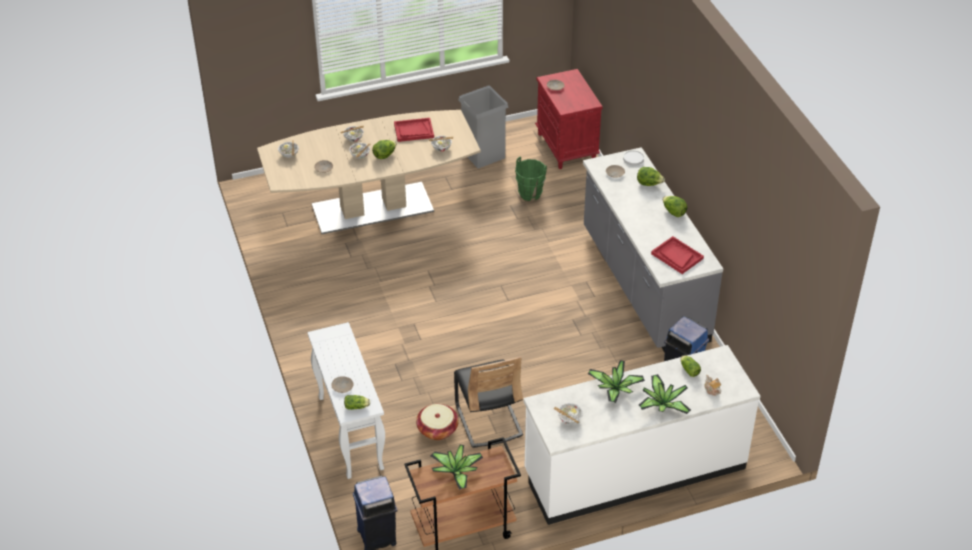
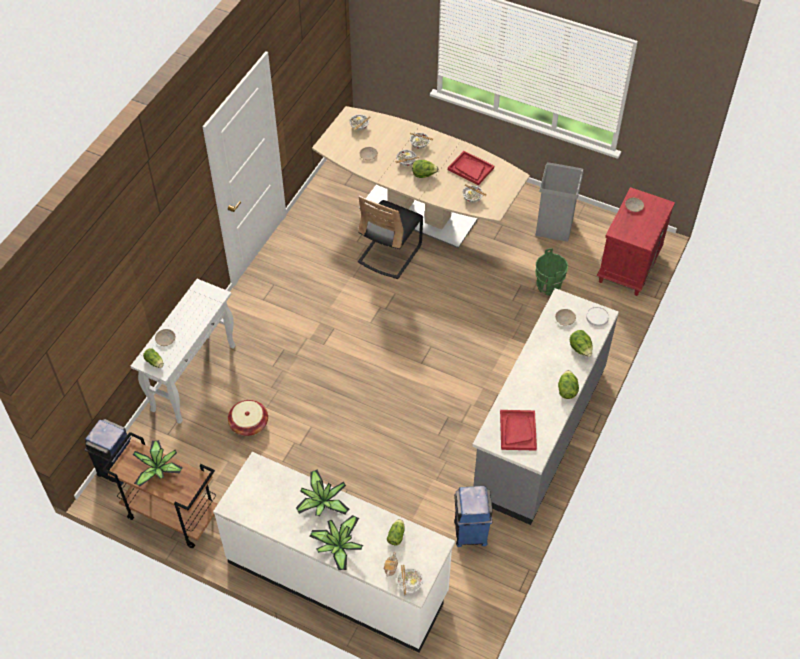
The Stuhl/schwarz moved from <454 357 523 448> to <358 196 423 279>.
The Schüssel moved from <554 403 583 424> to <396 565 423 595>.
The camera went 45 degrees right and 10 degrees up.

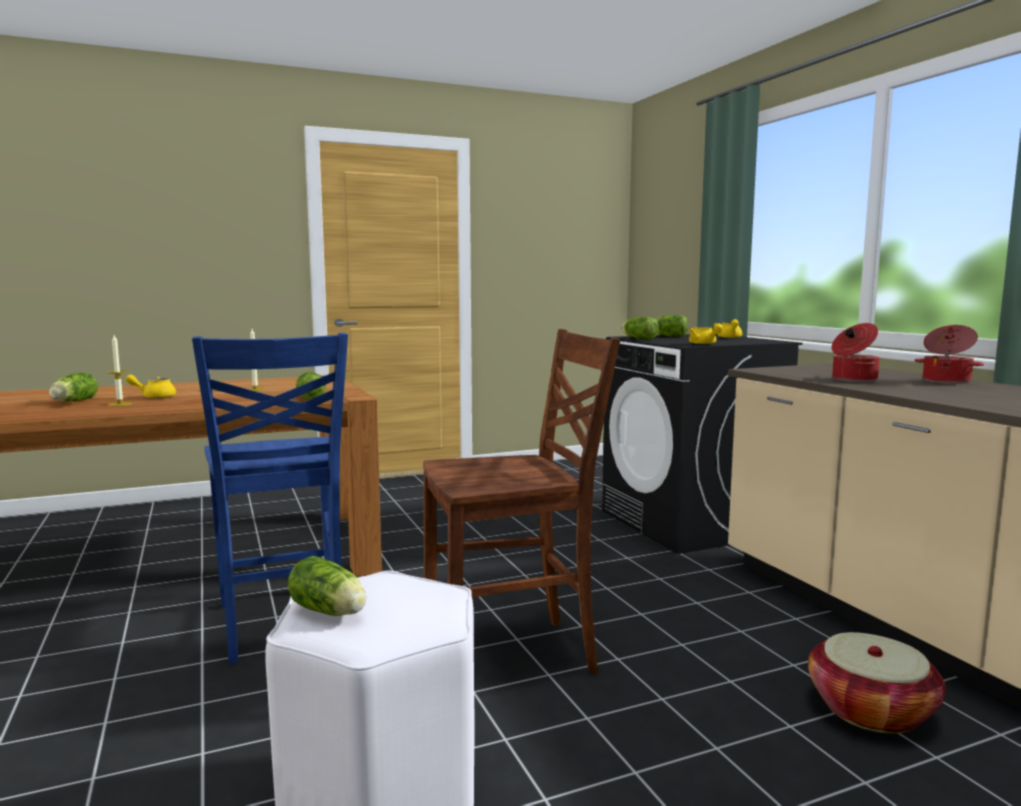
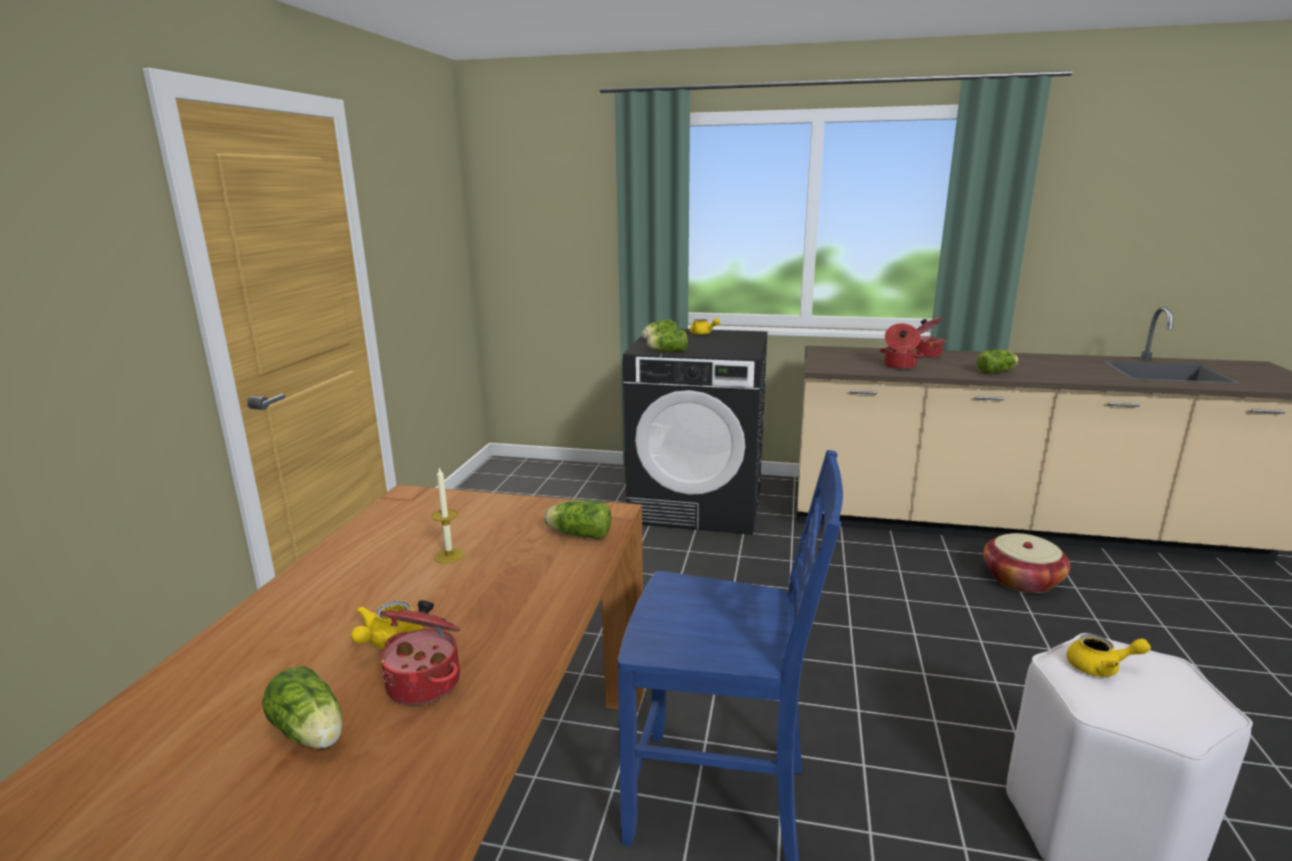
The Kerze at <107 335 132 406> was replaced by the Kochtopf at <380 600 460 706>.
The Salatkopf moved from <288 556 366 616> to <976 350 1019 374>.
The Stuhl/braun at <423 329 620 674> disappeared.
The Teekanne/gelb moved from <689 323 723 344> to <1067 634 1151 677>.
The camera went 55 degrees left and 10 degrees up.

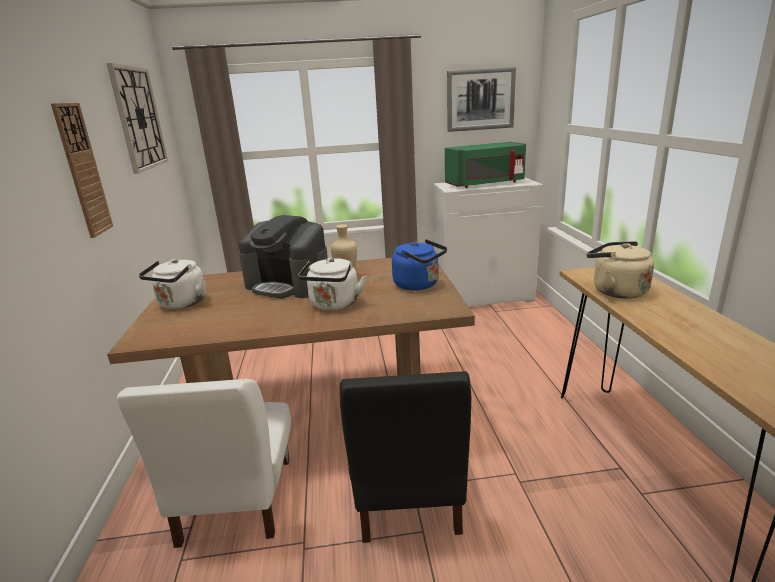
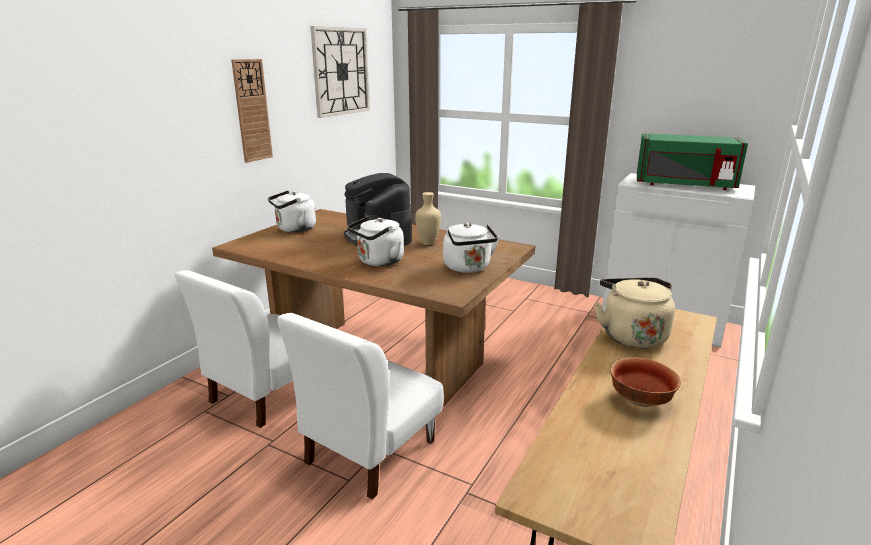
The Stuhl/schwarz at <340 371 471 543> became the Stuhl/weiß at <277 313 444 500>.
The Wasserkessel/blau at <392 239 447 290> became the Wasserkessel/weiß at <443 223 499 273>.
The Bild at <447 67 516 132> disappeared.
The Schüssel at <610 357 681 407> appeared.
The camera went 35 degrees right and 0 degrees up.

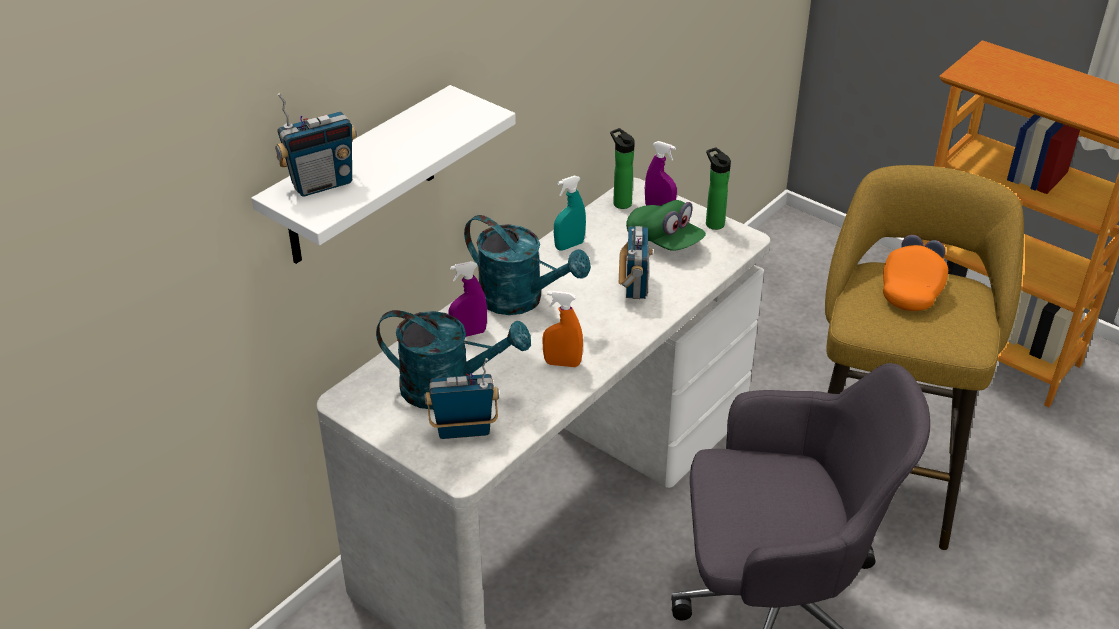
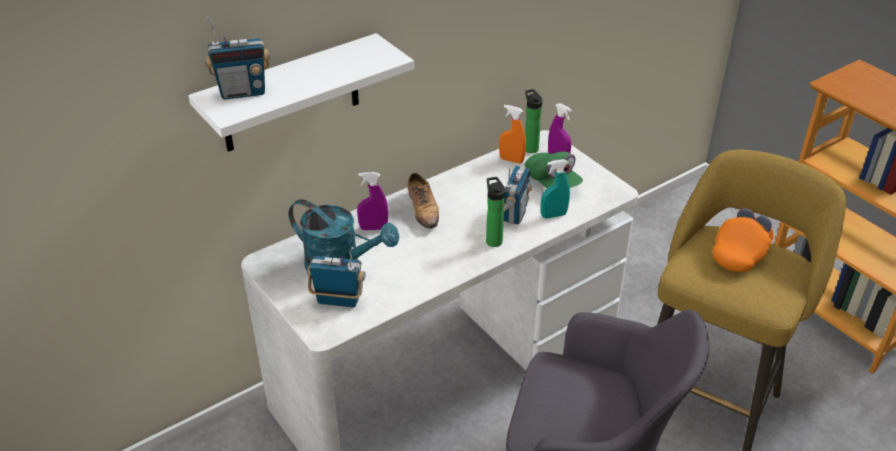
The Gießkanne/türkis at <464 215 591 315> was replaced by the Schuh at <407 173 439 229>.
The Sprühflasche/orange moved from <542 291 583 367> to <499 105 526 164>.
The Sprühflasche/türkis moved from <554 175 586 250> to <541 159 570 219>.
The Flasche moved from <706 148 731 230> to <486 177 505 247>.
The camera went 15 degrees right and 0 degrees up.

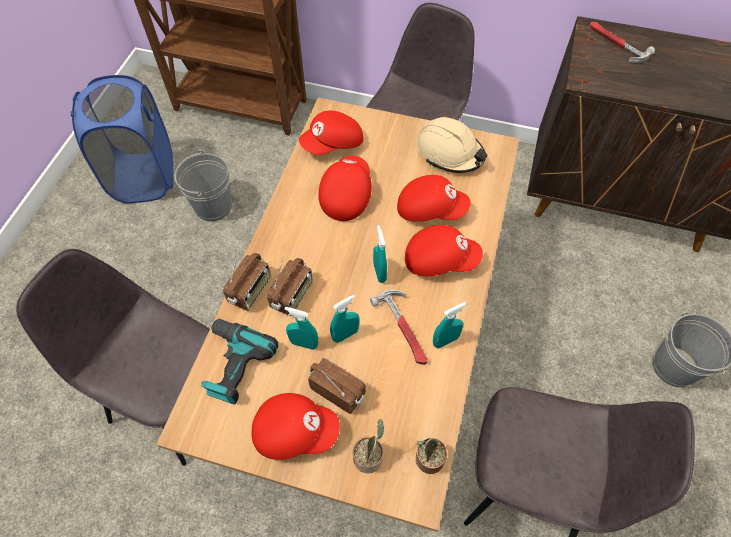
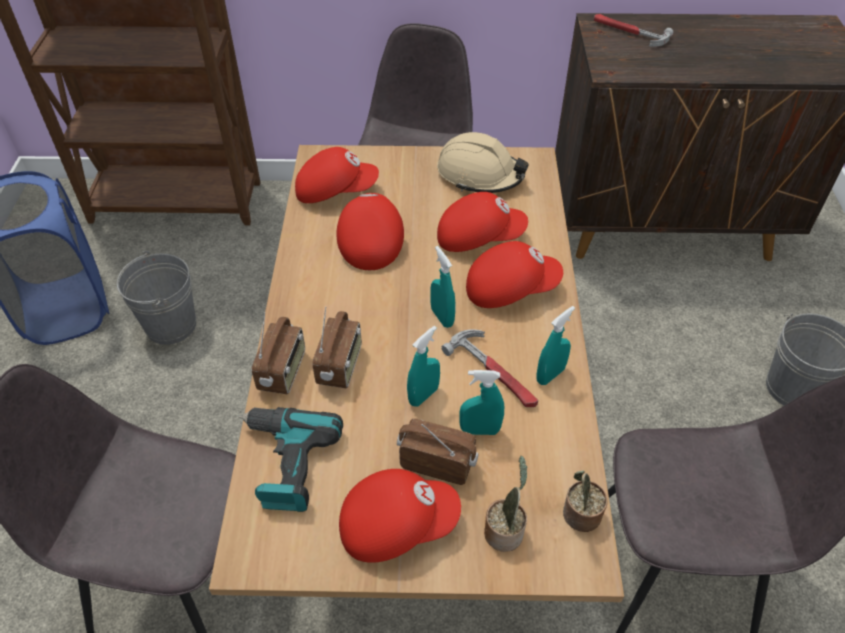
The Sprühflasche/türkis moved from <285 307 318 350> to <459 370 504 435>.
The Kappe/rot at <299 110 363 155> turned 135 degrees counterclockwise.
The camera went 15 degrees left and 10 degrees down.

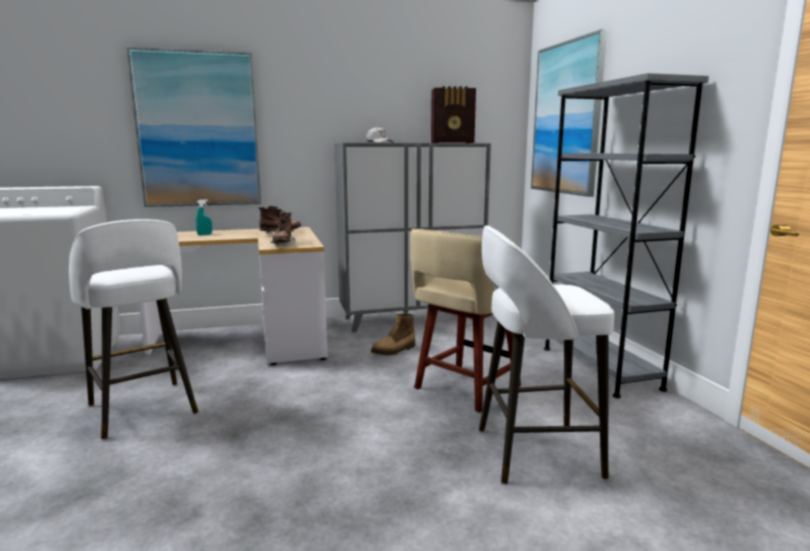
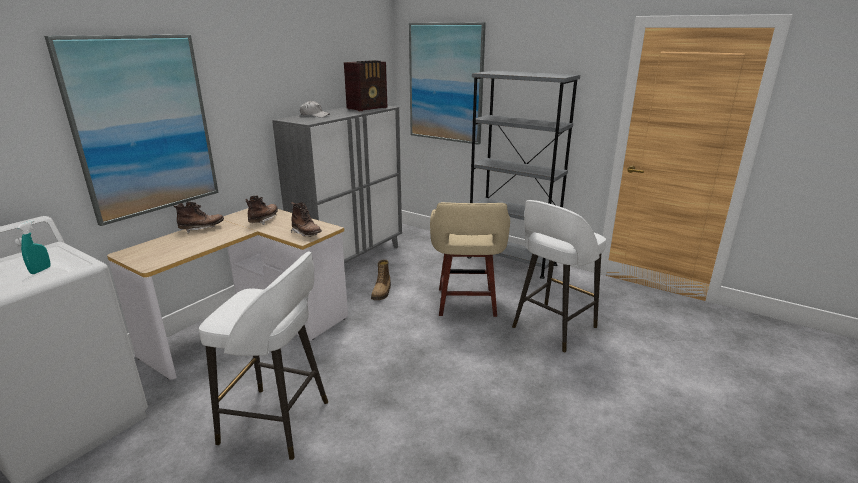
The Sprühflasche/türkis moved from <196 199 212 236> to <17 220 51 274>.
The Stiefel/braun at <173 202 224 234> appeared.
The camera went 40 degrees left and 10 degrees up.

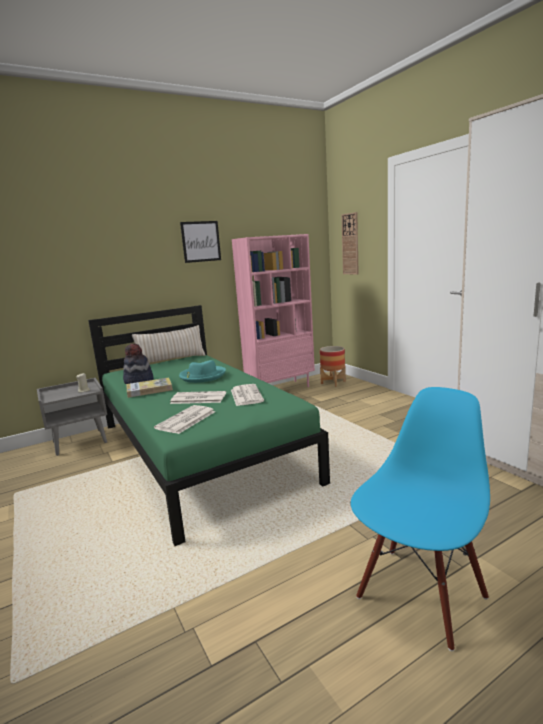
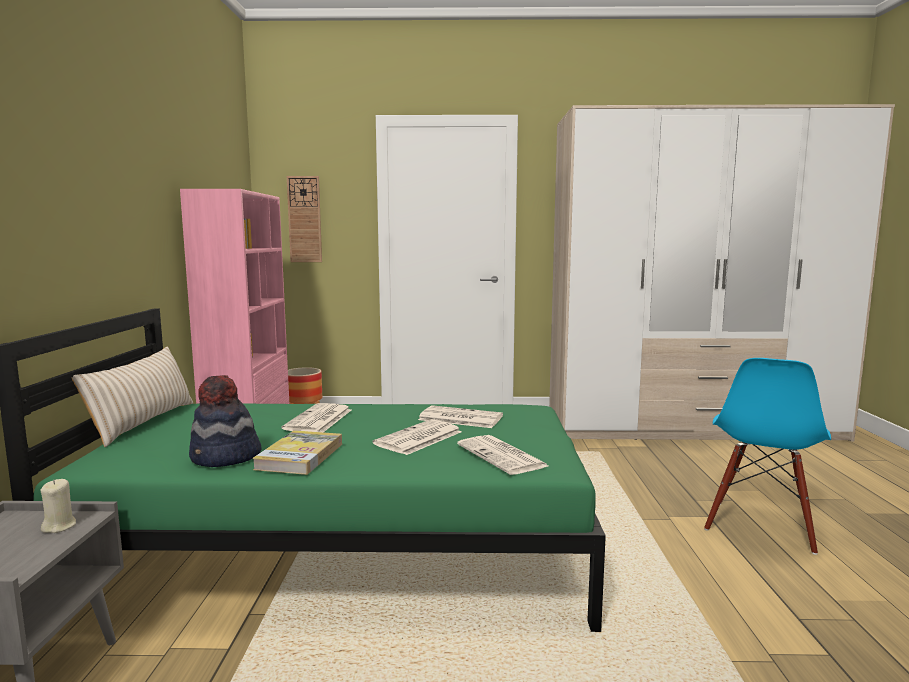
The Hut/türkis at <179 360 226 383> was replaced by the Zeitung at <282 403 351 432>.
The Bild at <180 221 221 263> disappeared.
The Stuhl/blau at <351 387 490 651> turned 135 degrees counterclockwise.
The camera went 60 degrees left and 5 degrees down.

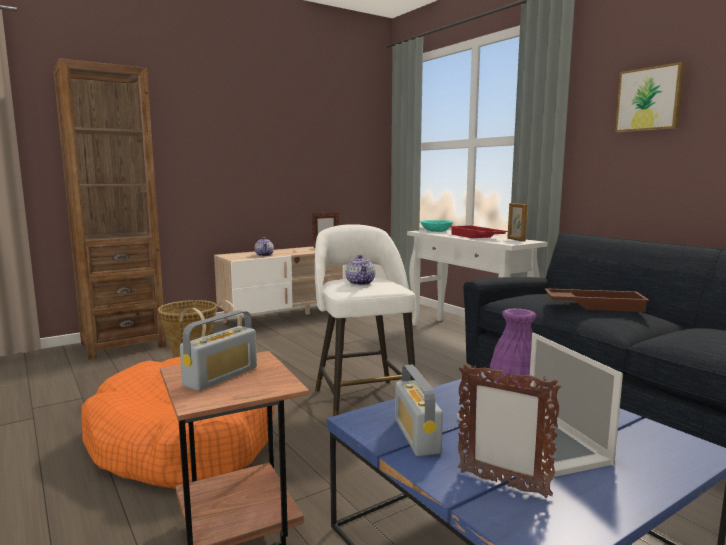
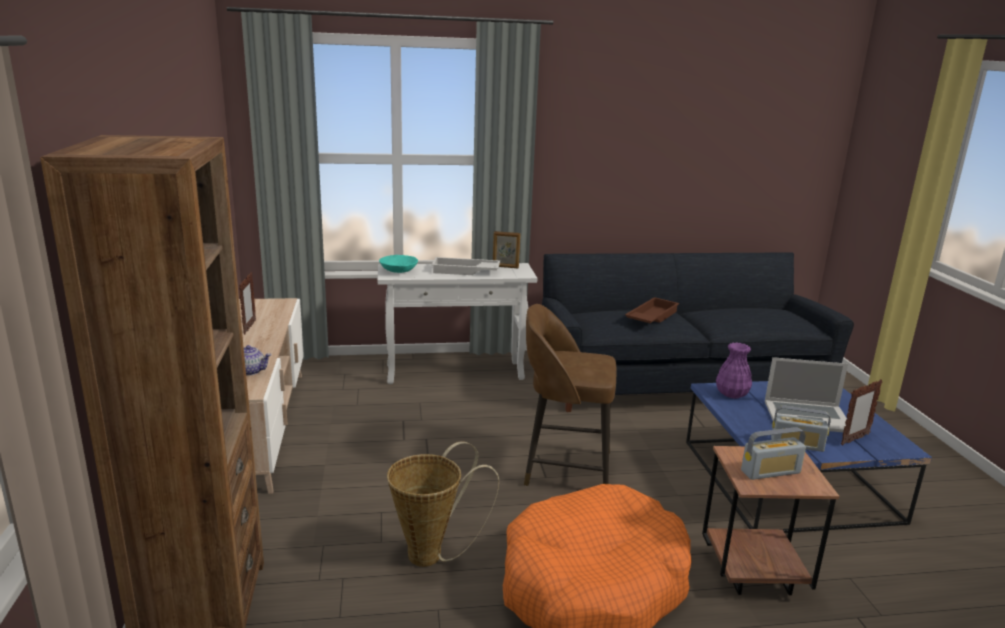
The Radio at <180 310 257 391> turned 105 degrees clockwise.
The Hocker/weiß at <315 224 415 416> became the Hocker/braun at <524 304 616 486>.
The Teekanne at <346 255 375 285> disappeared.
The Tablett/rot at <450 225 508 238> became the Tablett/weiß at <432 257 500 275>.
The Bild at <615 62 685 132> disappeared.
The camera went 65 degrees left and 10 degrees up.

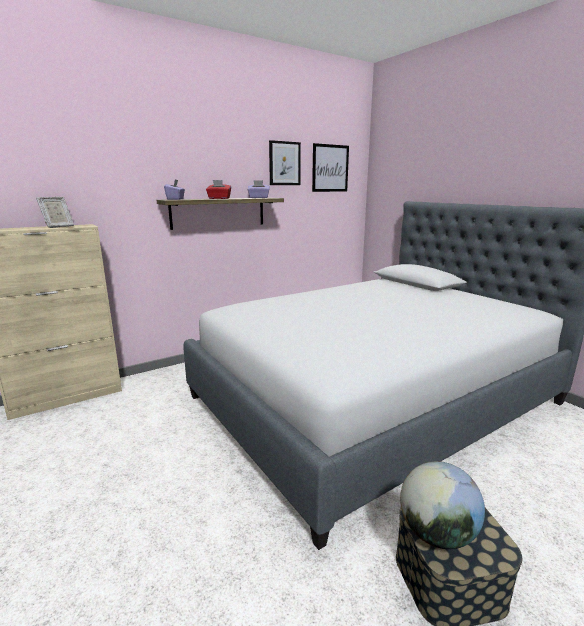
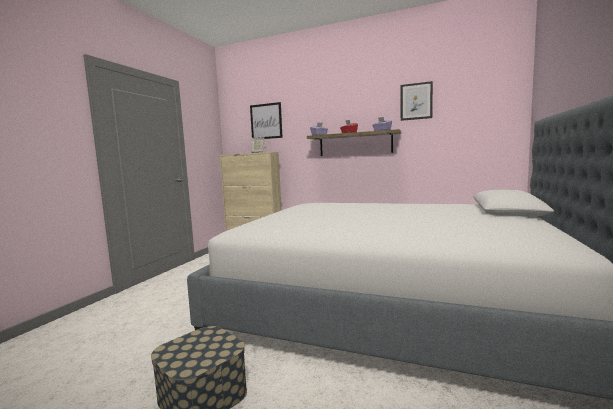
The Bild moved from <312 143 349 192> to <250 102 283 139>.
The Globus at <400 461 485 549> disappeared.
The camera went 55 degrees right and 10 degrees down.

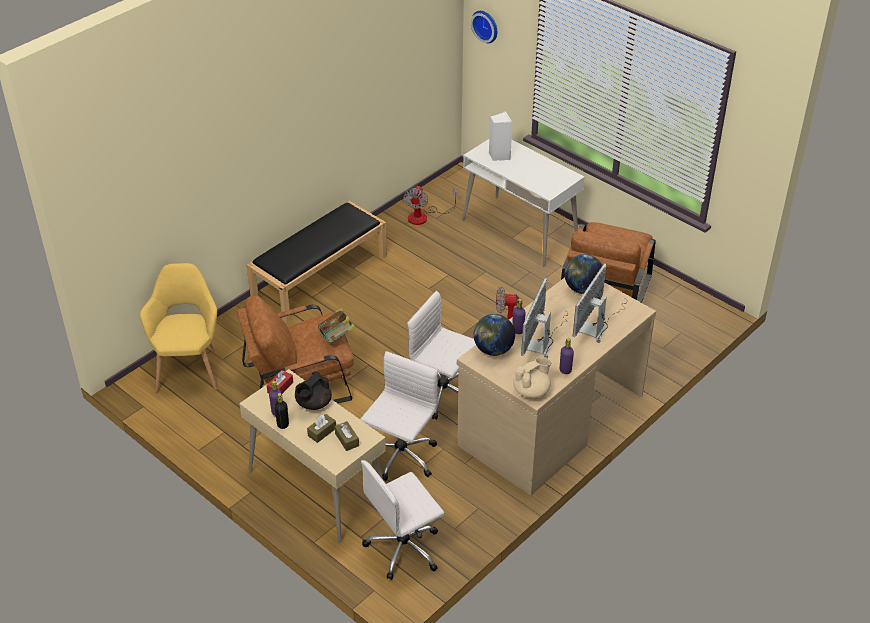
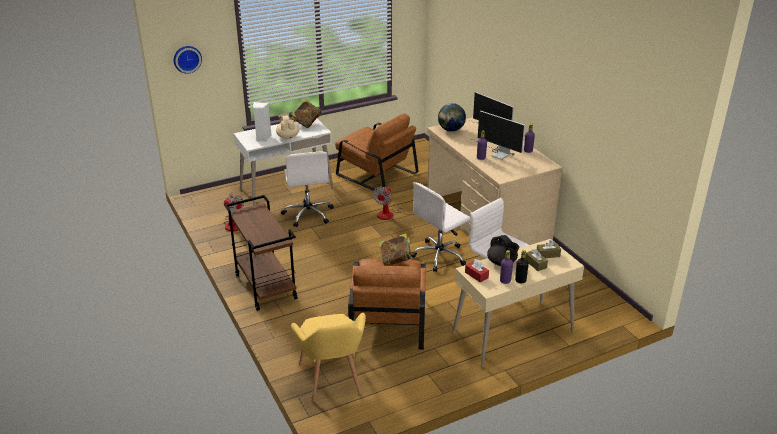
The Sessel/gelb at <140 263 217 392> turned 120 degrees counterclockwise.
The Bank/schwarz at <247 201 387 323> was replaced by the Rollwagen/braun at <225 195 297 311>.
The Bürostuhl/weiß moved from <361 460 445 580> to <281 151 334 227>.
The Globus at <473 314 515 356> disappeared.
The Teekanne/beige moved from <513 357 551 398> to <276 113 300 139>.
The Buch at <291 99 322 128> appeared.
The camera went 70 degrees left and 10 degrees down.

